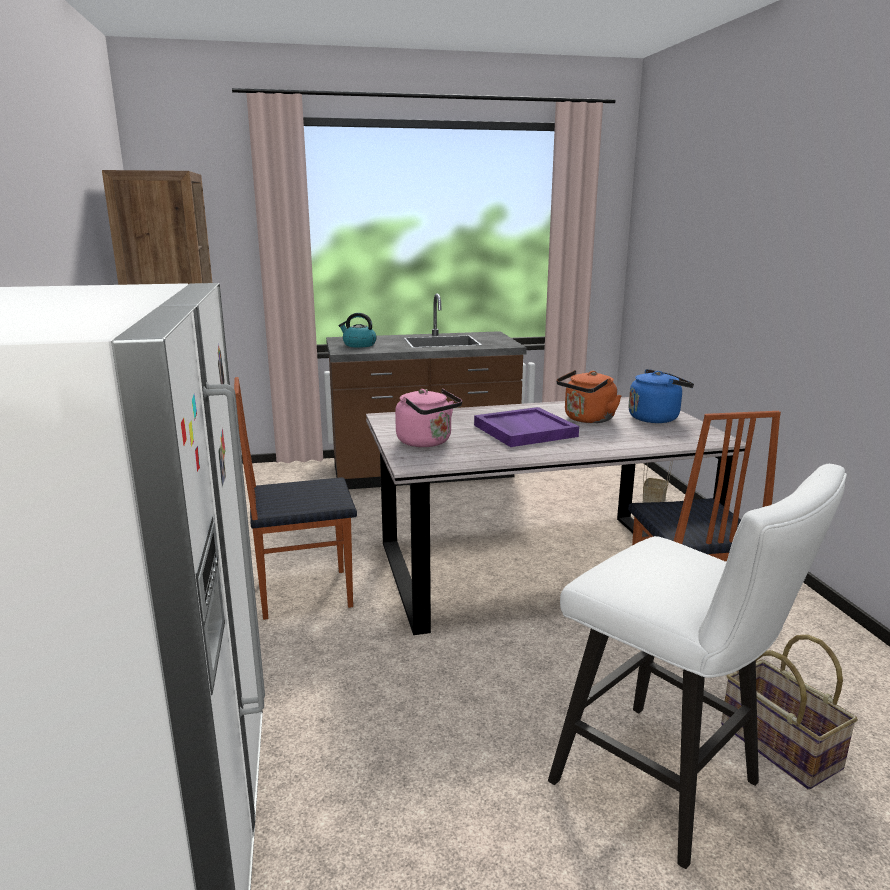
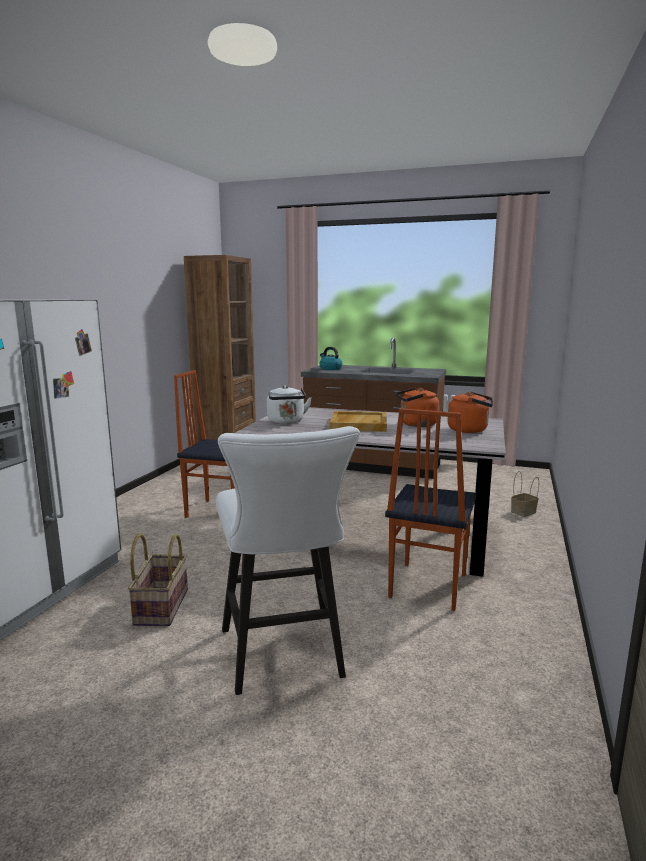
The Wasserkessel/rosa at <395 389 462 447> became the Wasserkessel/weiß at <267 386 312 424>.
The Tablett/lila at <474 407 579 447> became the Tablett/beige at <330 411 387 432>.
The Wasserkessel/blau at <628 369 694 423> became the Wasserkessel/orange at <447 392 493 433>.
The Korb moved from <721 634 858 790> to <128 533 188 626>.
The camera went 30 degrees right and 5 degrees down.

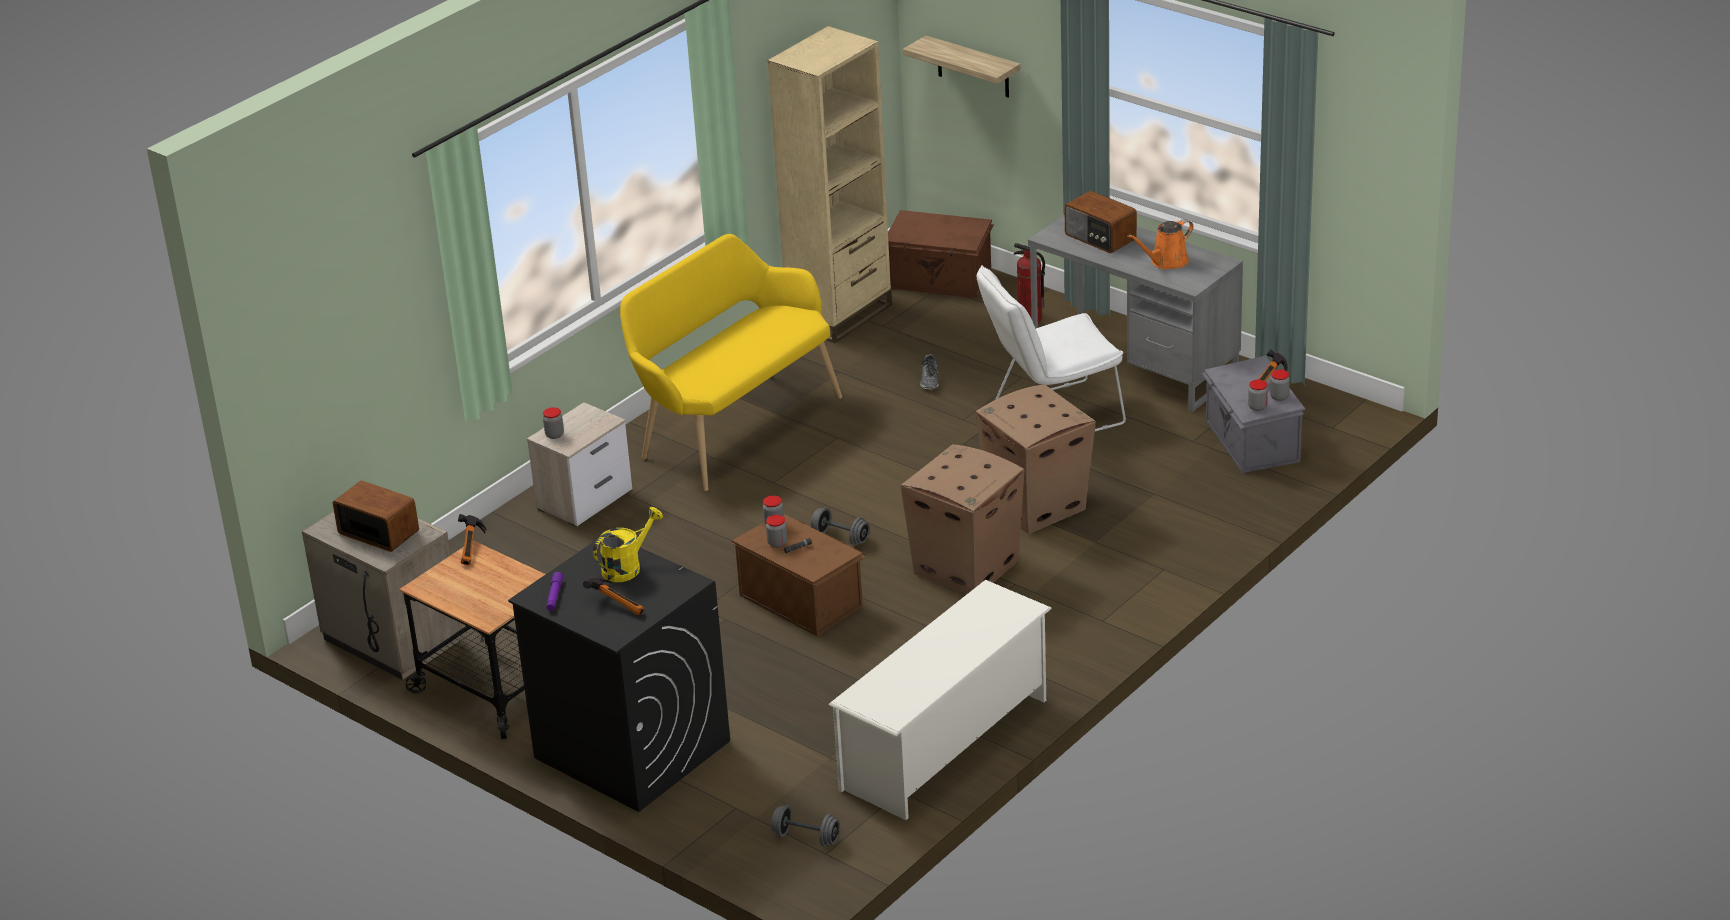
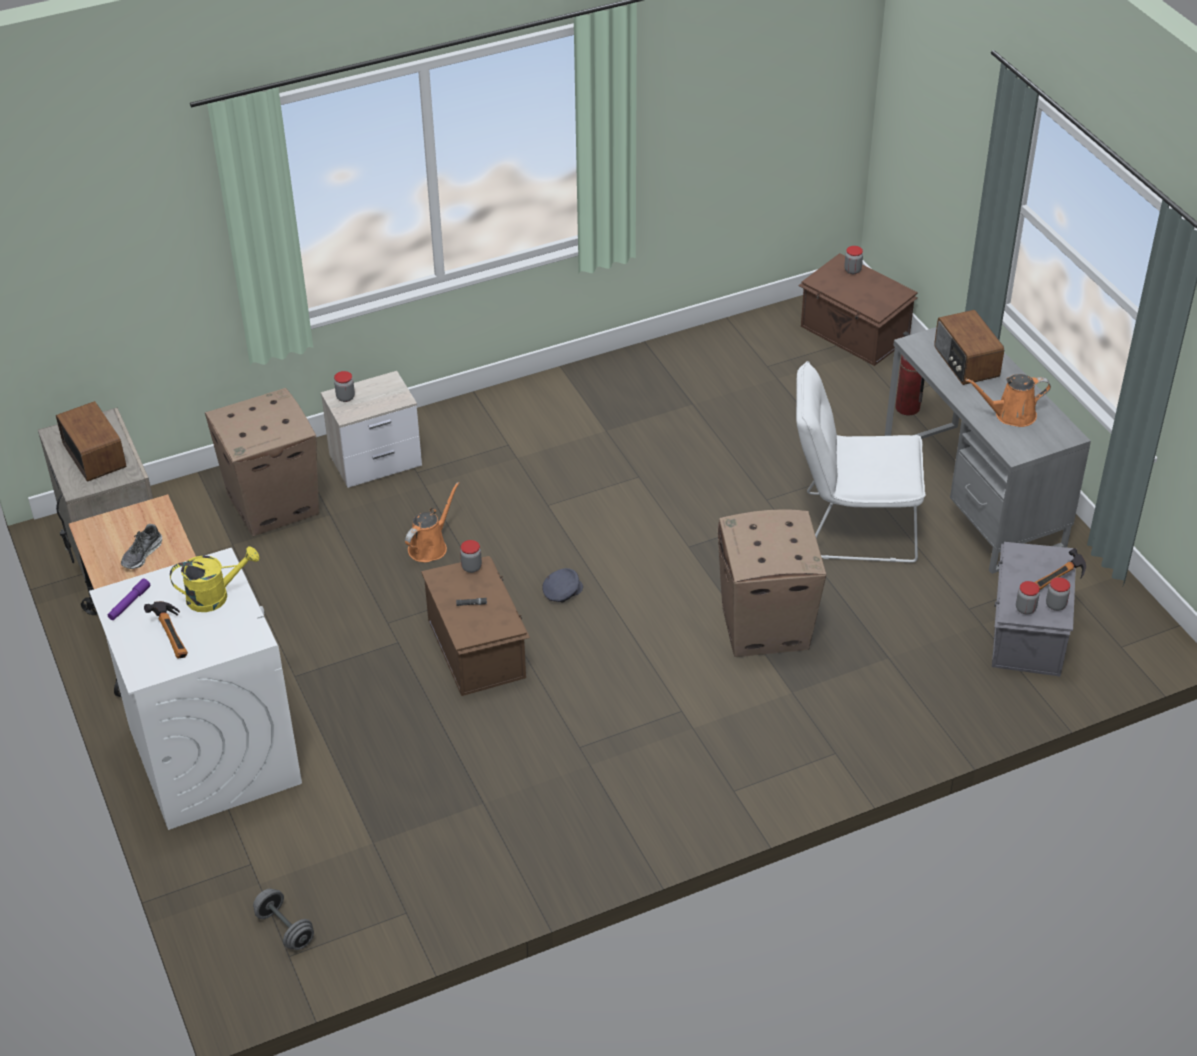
The Hammer at <458 514 487 565> disappeared.
The Waschmaschine/schwarz at <508 540 730 812> became the Waschmaschine/weiß at <89 548 302 830>.
The Bank/gelb at <620 234 842 491> disappeared.
The Vorratsglas moved from <766 515 787 548> to <844 246 863 274>.
The Bücherregal/beige at <767 26 892 343> disappeared.
The Hantel/grau at <811 507 870 545> was replaced by the Kappe/grau at <542 568 583 602>.
The Schuhregal/weiß at <828 580 1052 820> disappeared.
The Karton moved from <900 444 1024 594> to <205 388 319 536>.
The Wandregal at <903 35 1021 98> disappeared.
The Schuh moved from <920 354 939 389> to <121 524 162 569>.
The Gießkanne/orange at <405 482 459 562> appeared.
The camera went 25 degrees right and 10 degrees up.

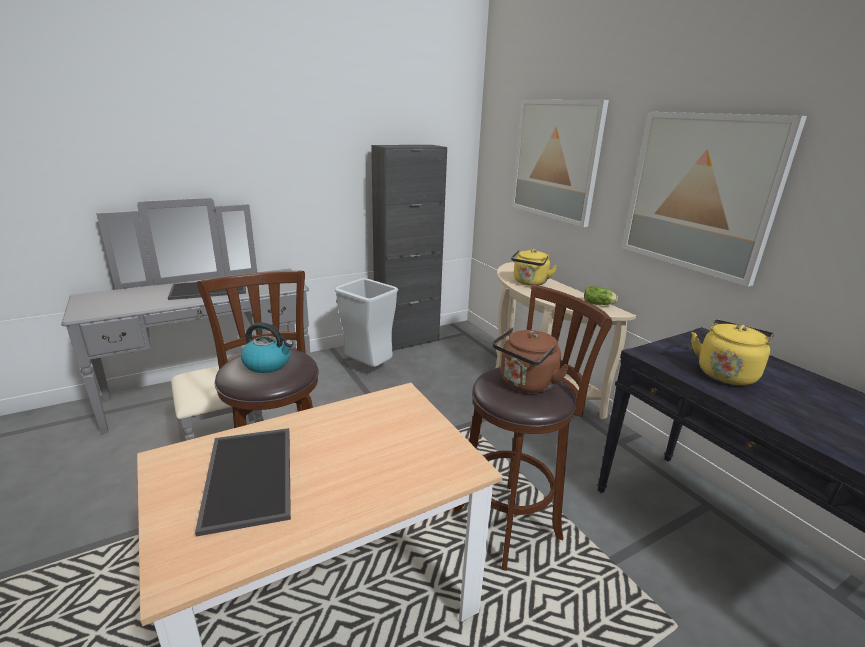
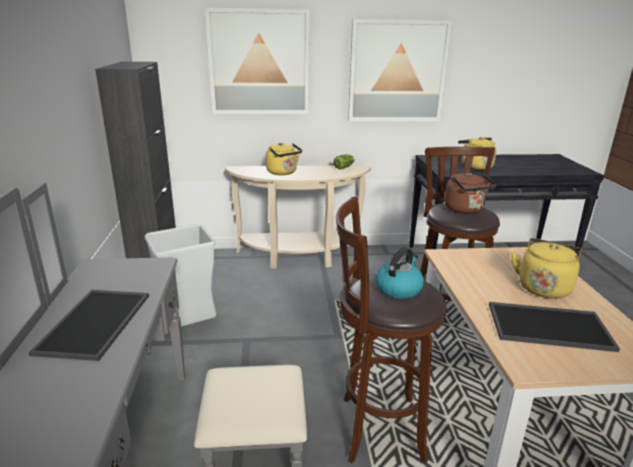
The Wasserkessel/gelb at <511 238 582 299> appeared.
The camera went 65 degrees left and 0 degrees up.

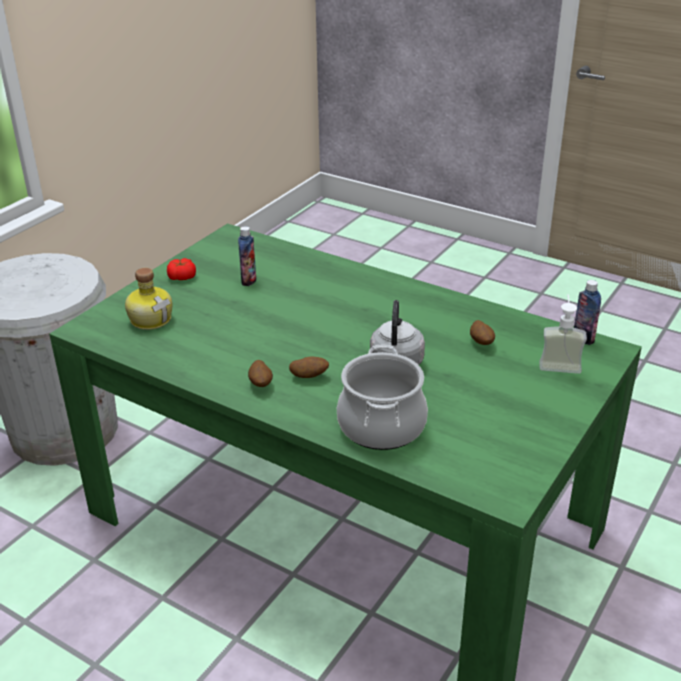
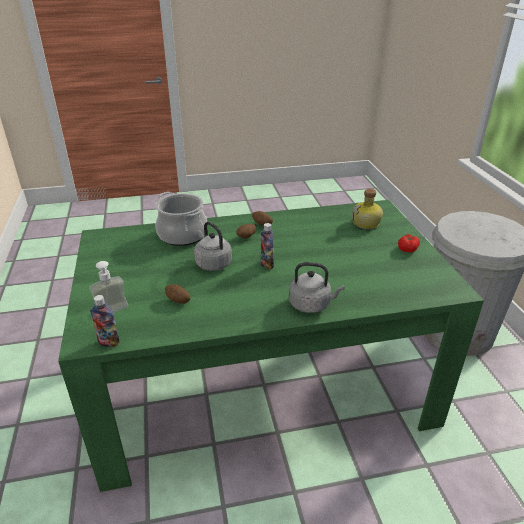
The Flasche moved from <238 226 256 286> to <261 223 274 269>.
The Wasserkessel/grau at <289 262 345 313> appeared.
The camera went 135 degrees right and 0 degrees up.

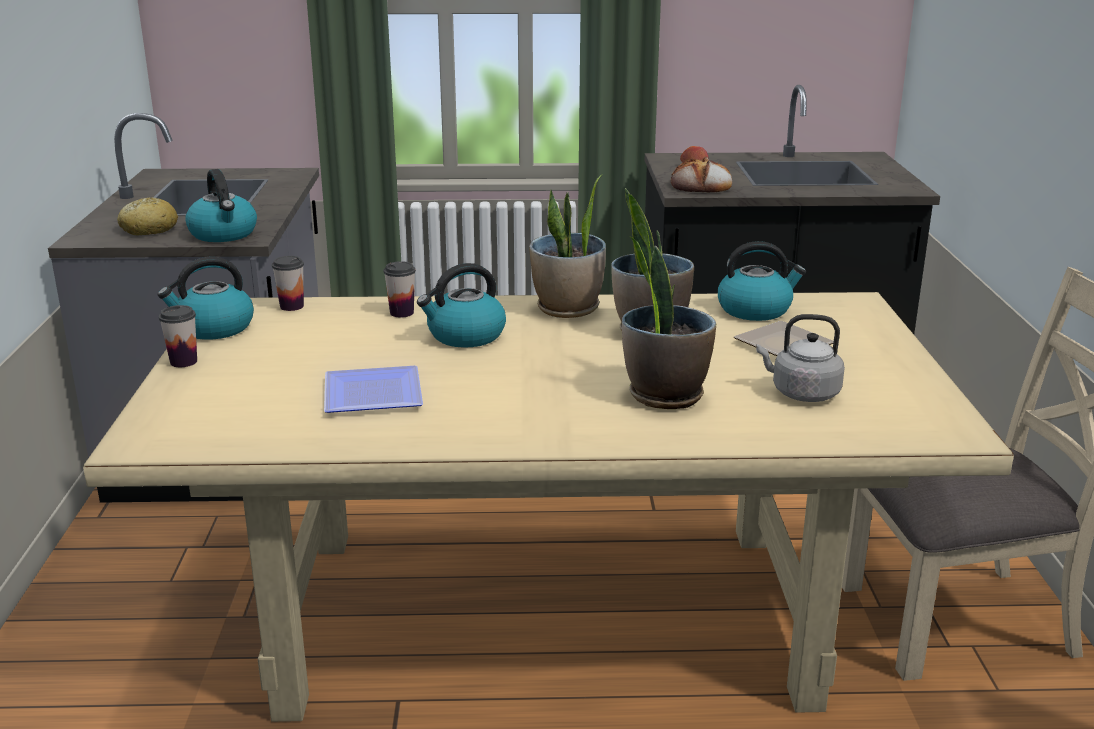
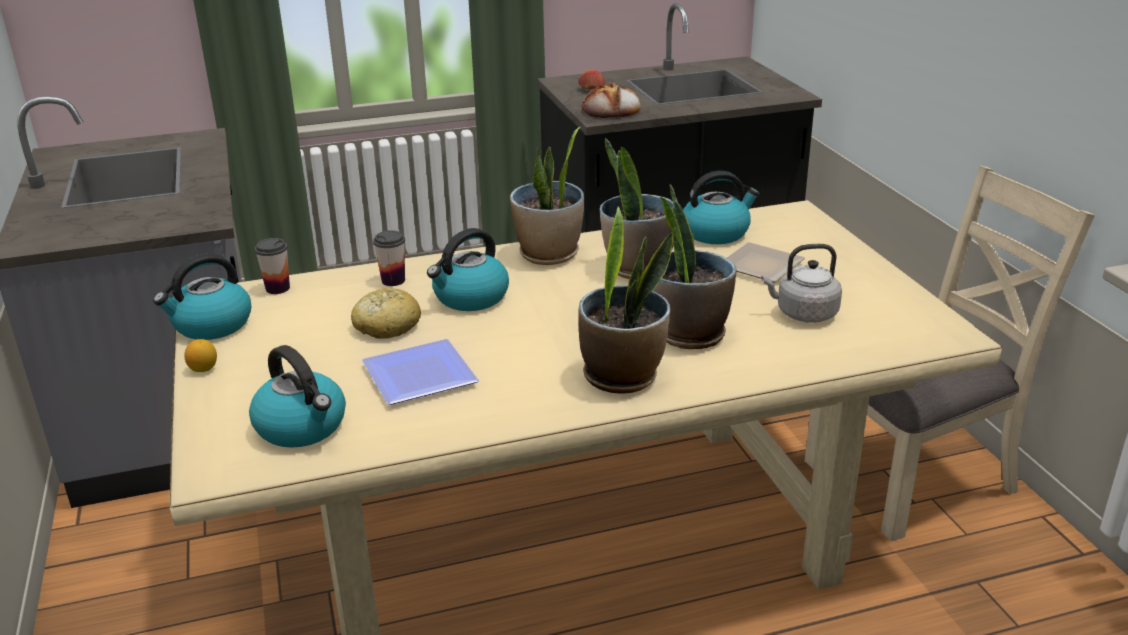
The Brot moved from <117 198 178 235> to <351 288 421 339>.
The Tasse at <159 305 197 367> was replaced by the Zitrone at <184 339 217 372>.
The Wasserkessel moved from <185 169 257 242> to <249 345 346 448>.
The Topfpflanze at <578 207 673 394> appeared.
The camera went 15 degrees left and 5 degrees up.

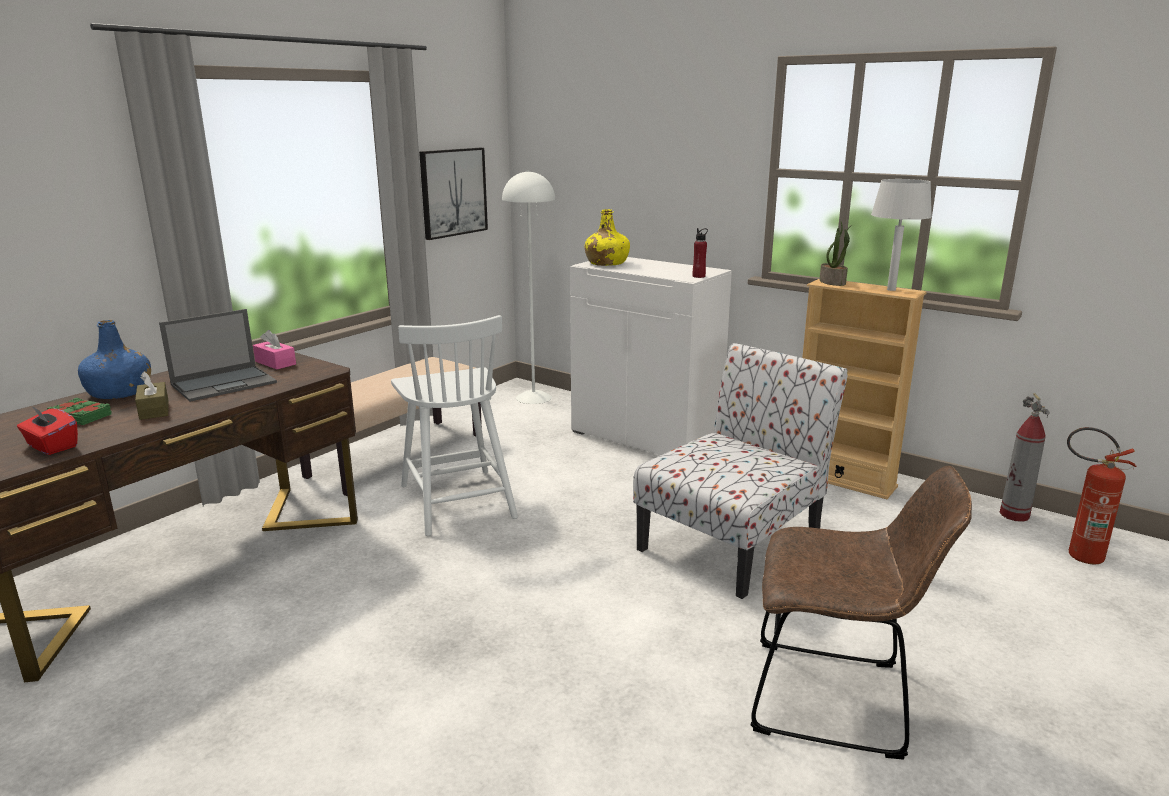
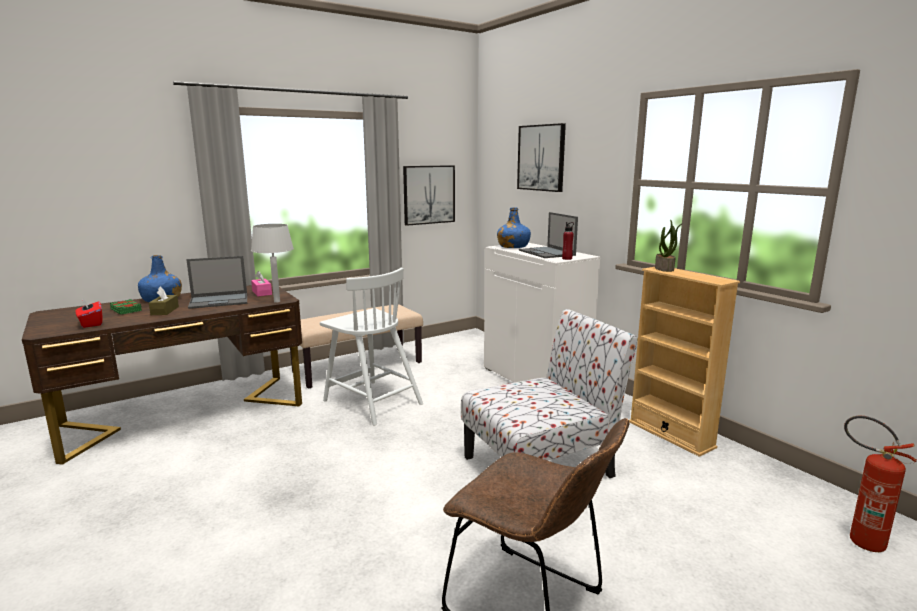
The Stuhl/weiß at <391 315 518 536> turned 45 degrees counterclockwise.
The Stehlampe/weiß at <502 170 555 404> disappeared.
The Flasche/gelb at <585 209 630 266> became the Flasche/blau at <497 207 531 248>.
The Tischlampe/grau moved from <871 179 932 291> to <251 224 294 302>.
The Feuerlöscher at <1000 393 1050 522> disappeared.
The Bild at <517 123 566 192> appeared.
The Laptop at <519 212 578 258> appeared.
The camera went 20 degrees right and 5 degrees down.

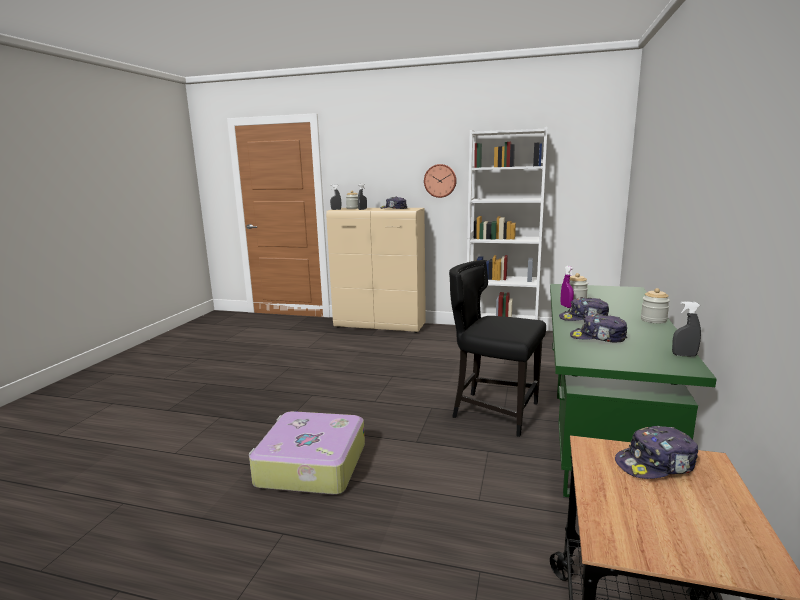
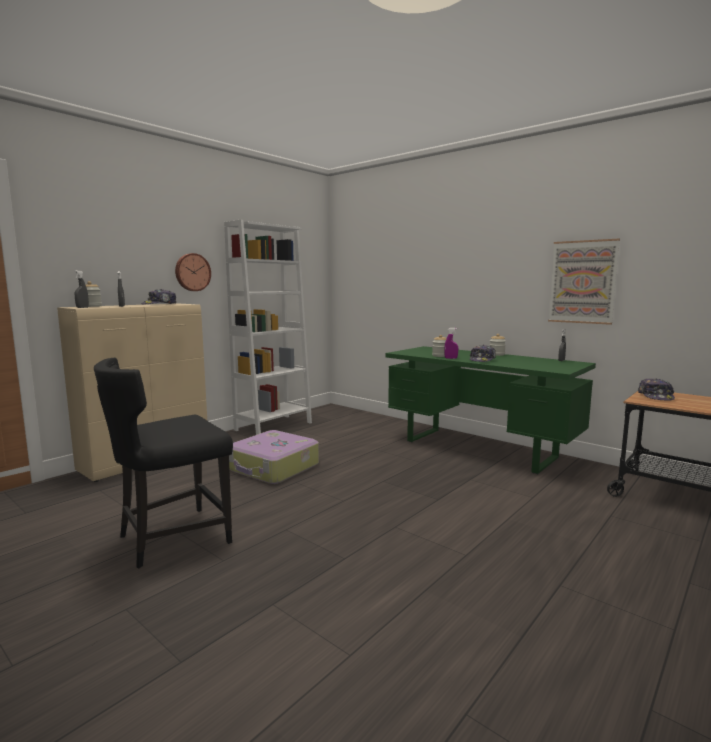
The Koffer moved from <249 411 365 495> to <229 430 319 484>.
The Stuhl/schwarz moved from <449 260 546 437> to <94 358 233 568>.
The Kappe at <570 313 627 342> disappeared.
The Bild at <548 239 620 325> appeared.
The camera went 65 degrees left and 5 degrees down.

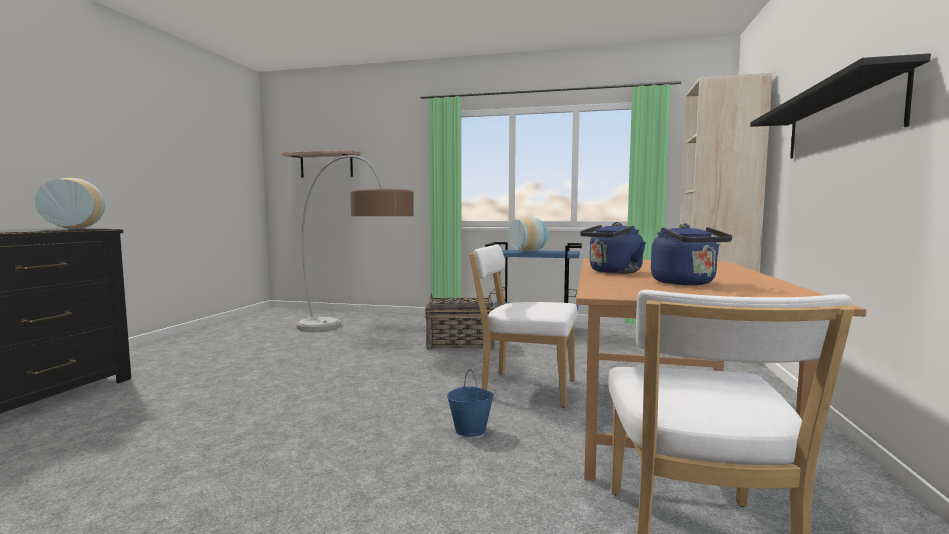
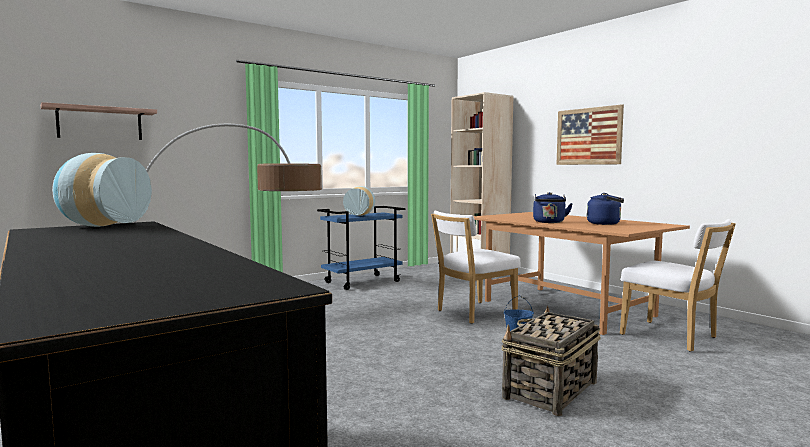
The Korb moved from <425 293 495 350> to <501 306 601 416>.
The Wandregal/schwarz at <750 53 931 159> was replaced by the Bild at <557 104 624 165>.
The camera went 50 degrees left and 0 degrees up.

